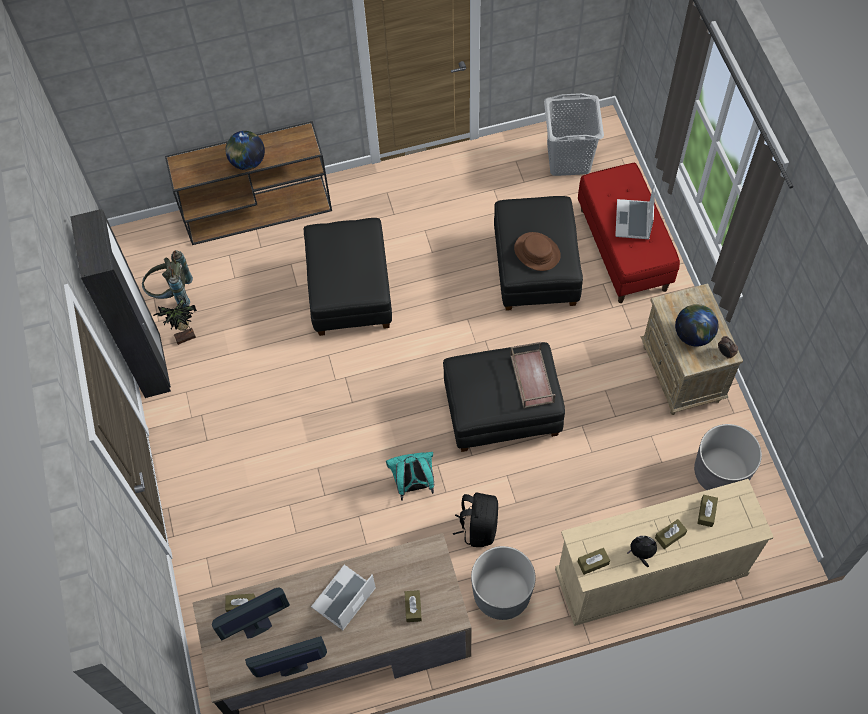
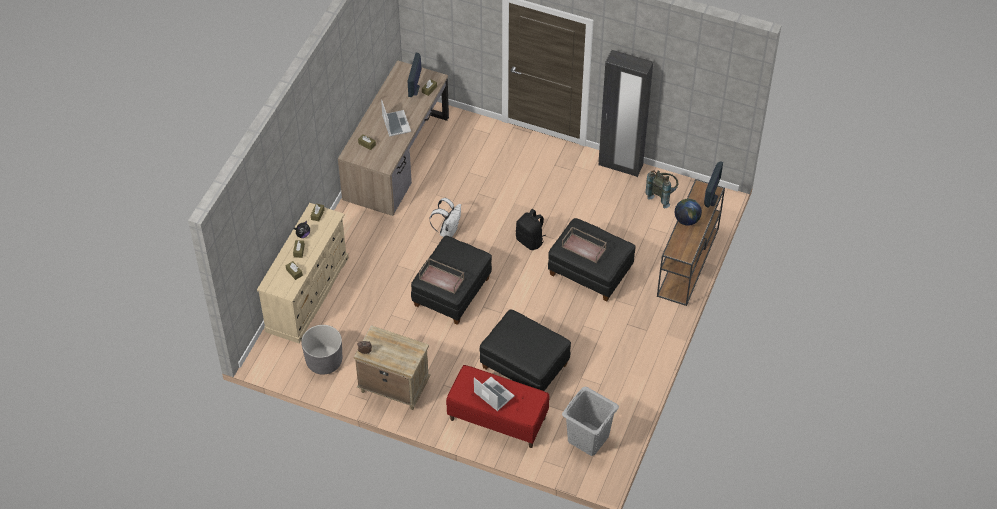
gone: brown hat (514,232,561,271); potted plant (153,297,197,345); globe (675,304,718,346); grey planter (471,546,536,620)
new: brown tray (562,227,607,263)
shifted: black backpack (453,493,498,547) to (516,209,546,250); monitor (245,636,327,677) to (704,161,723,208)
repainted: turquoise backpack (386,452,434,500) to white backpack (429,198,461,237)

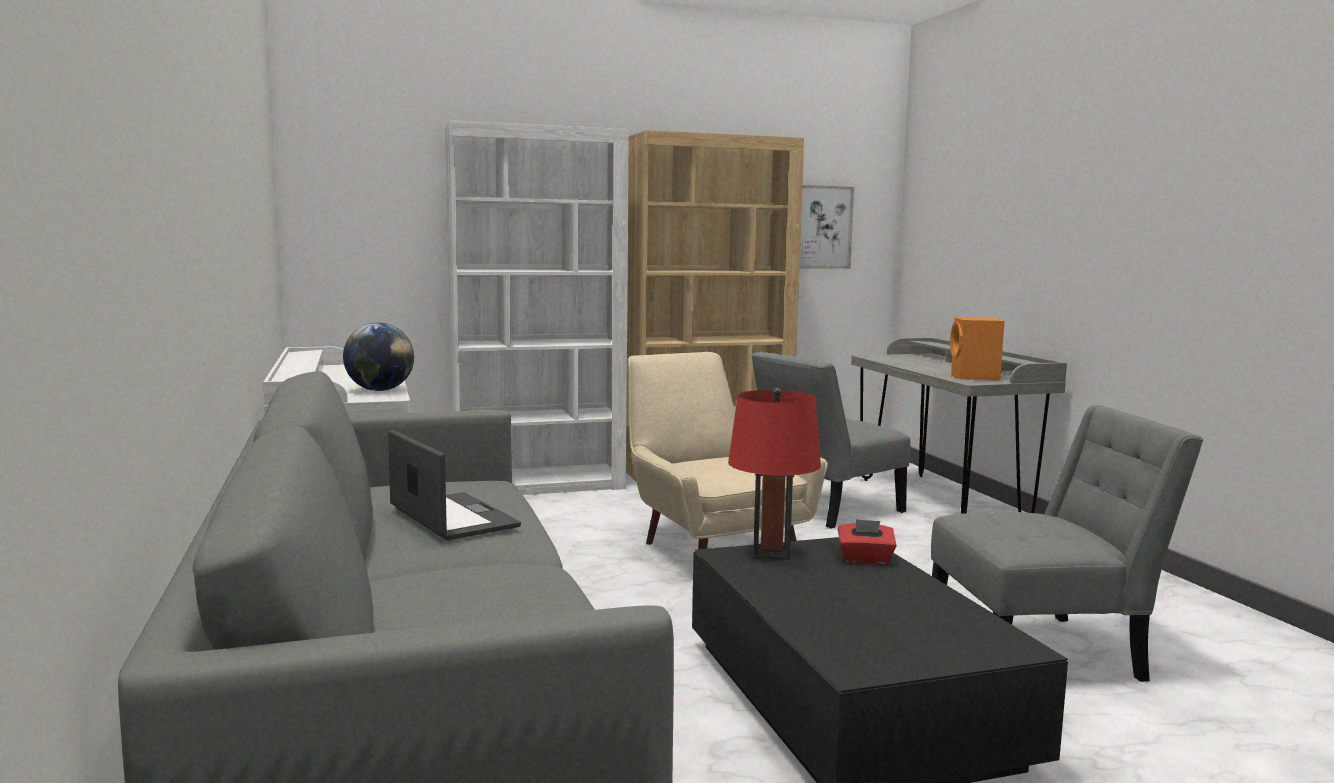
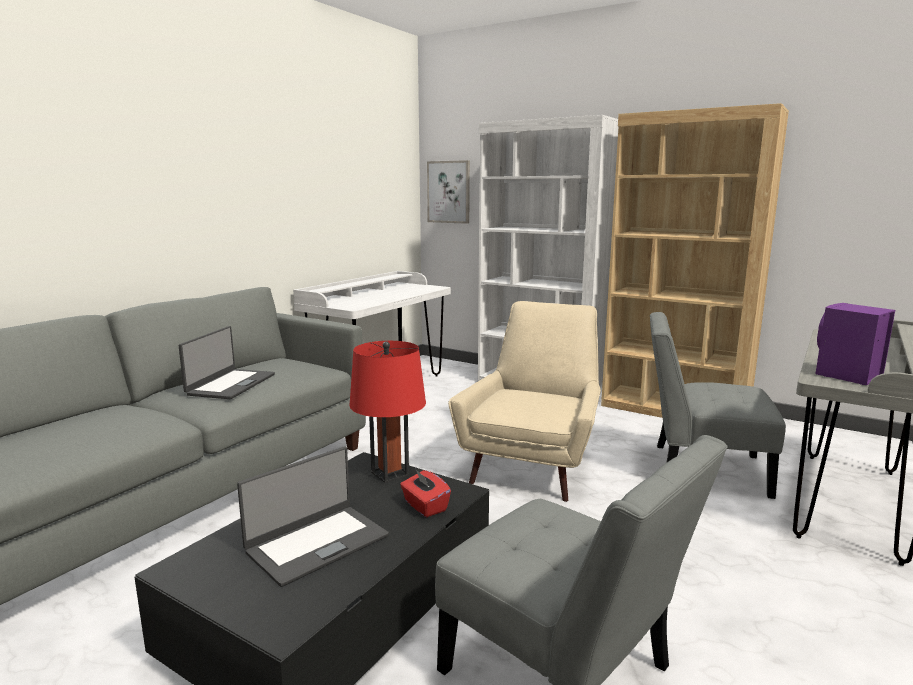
gone: globe (343,323,414,391)
new: laptop (237,447,389,587)
shifted: picture (800,185,854,269) to (427,160,470,224)
repainted: orange speaker (950,317,1005,380) to purple speaker (815,303,895,385)

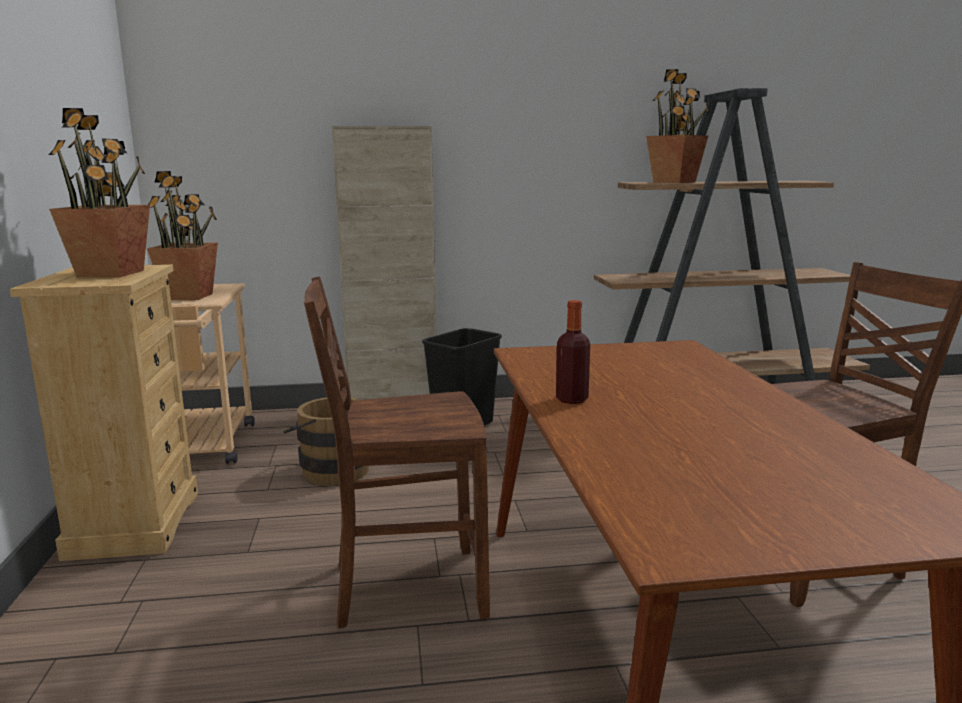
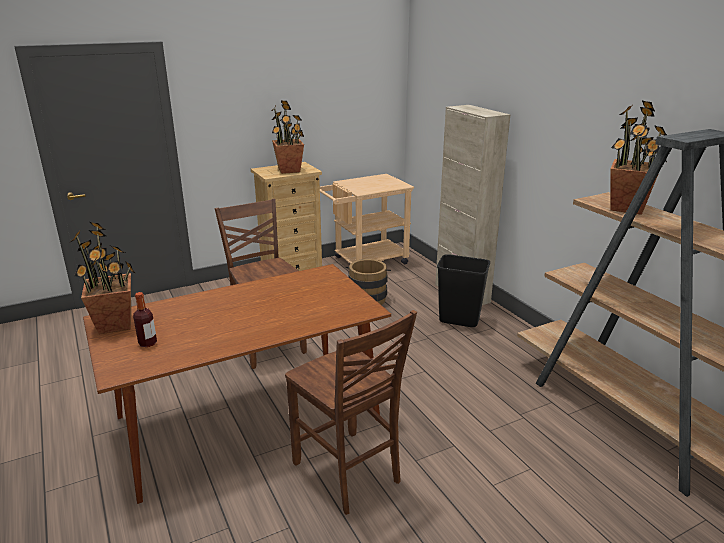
shifted: potted plant (147,171,218,300) to (71,222,135,334); bottle (556,300,590,404) to (133,292,157,347)

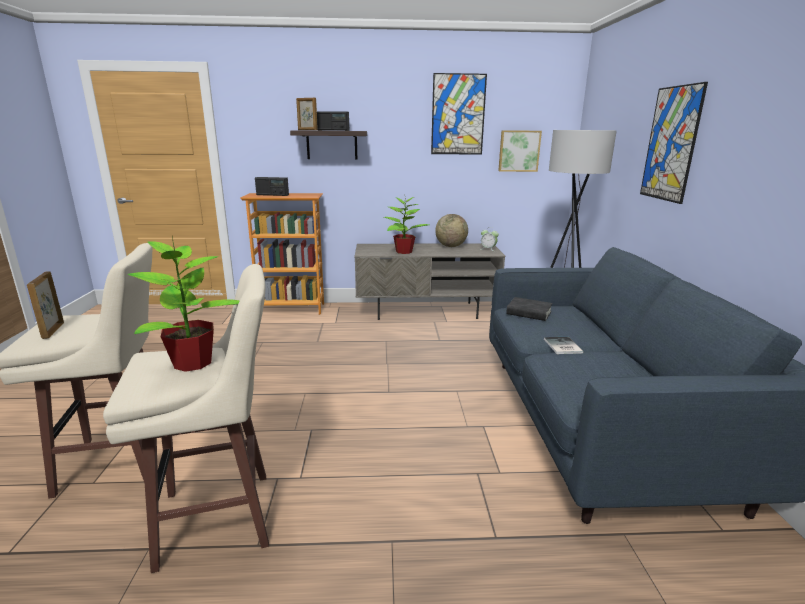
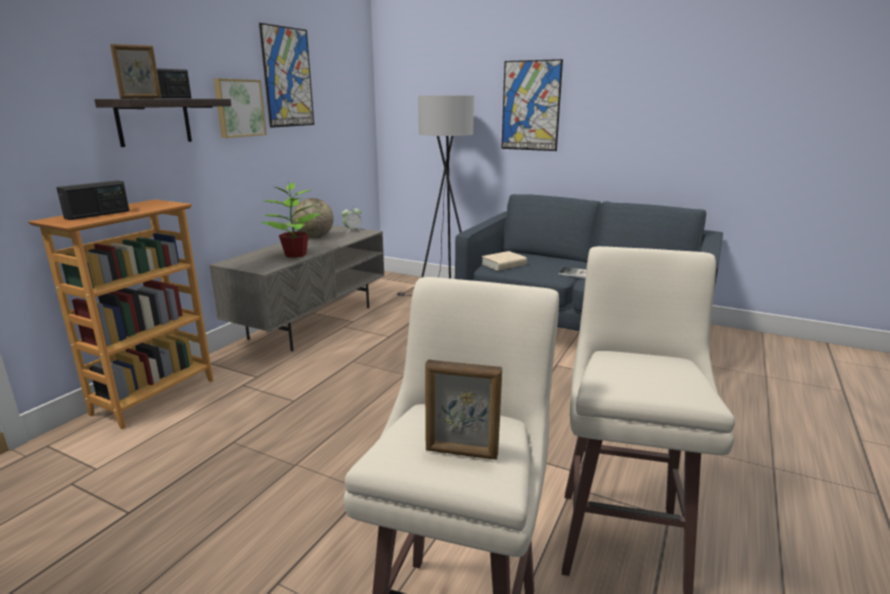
gone: potted plant (127,236,239,372)
shifted: picture (498,130,542,172) to (213,78,267,138)
repainted: black book (506,297,553,321) to beige book (482,251,527,271)

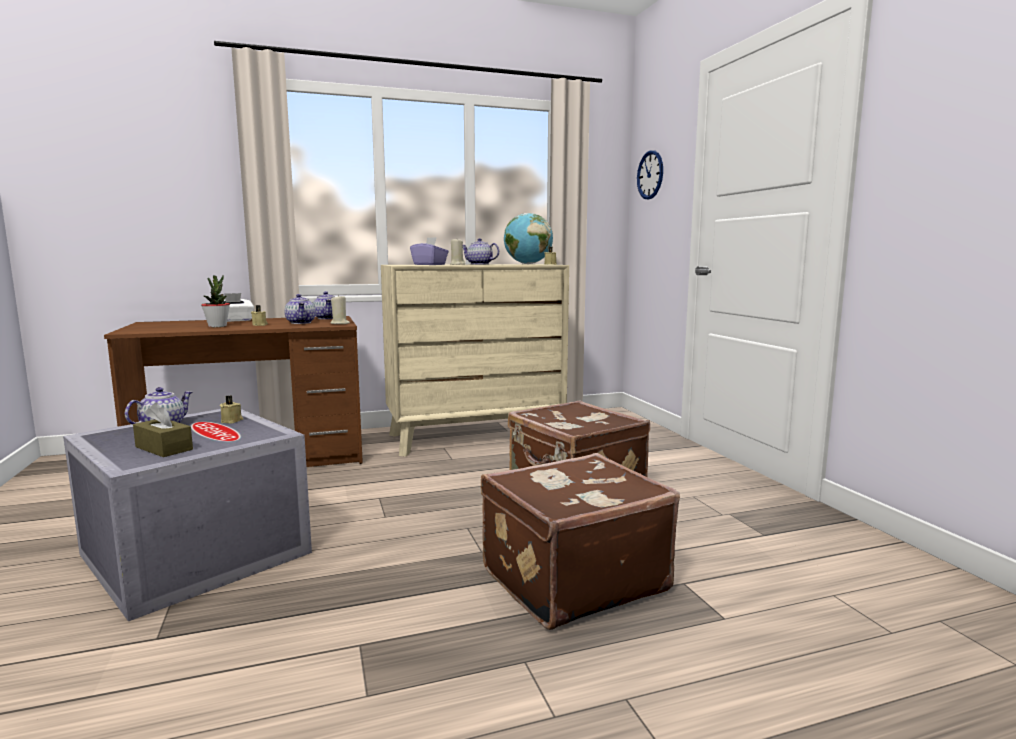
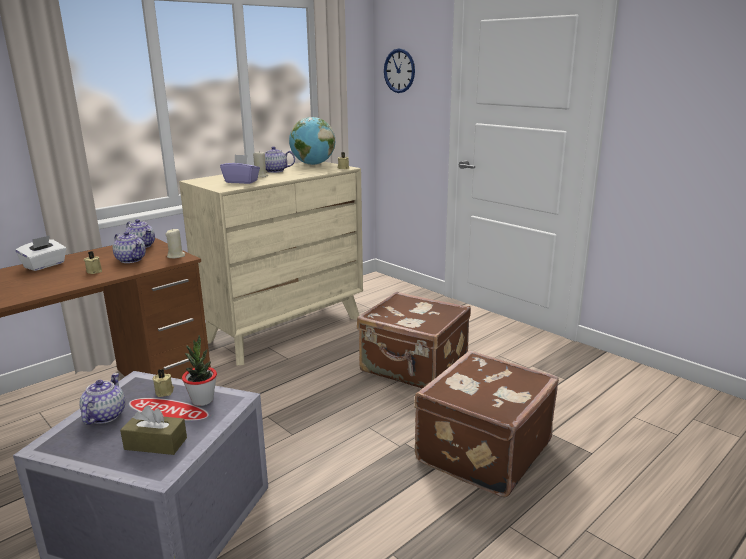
shifted: potted plant (201,275,230,327) to (182,335,217,406)

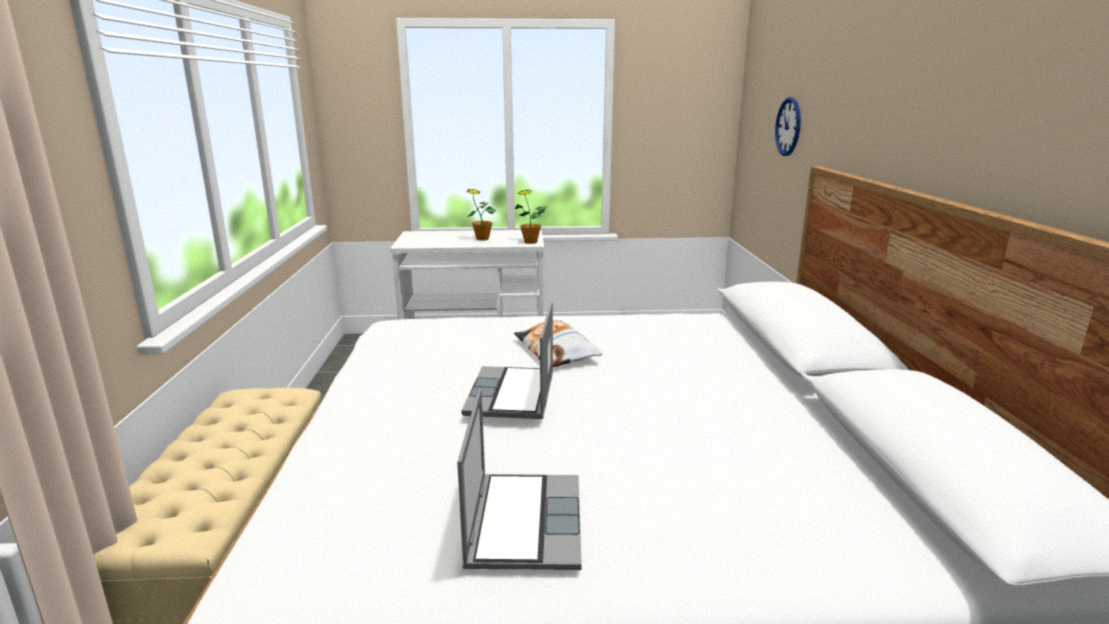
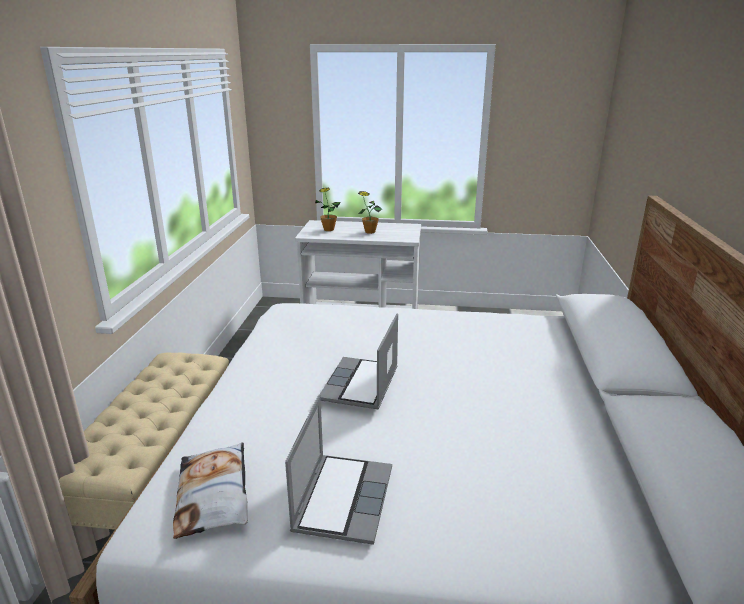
gone: wall clock (775,97,801,156)
shifted: potted plant (515,190,547,244) to (315,188,341,231); pillow (514,320,602,367) to (173,442,248,539)

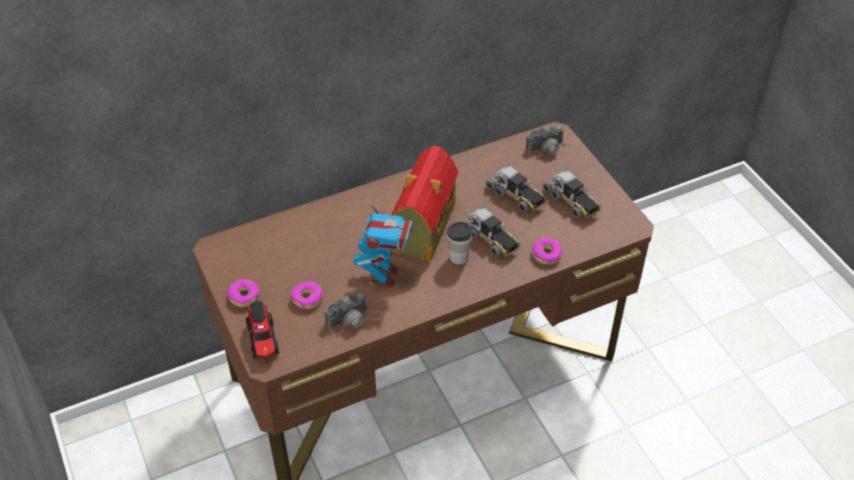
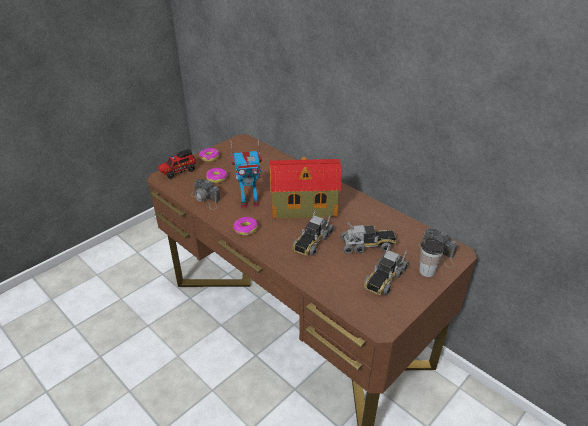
shifted: cup (447,222,473,265) to (419,238,444,277); donut (532,238,563,264) to (233,217,258,235)
rotated: toy truck (485,158,546,212) = (340,222,396,254) 120 degrees counterclockwise

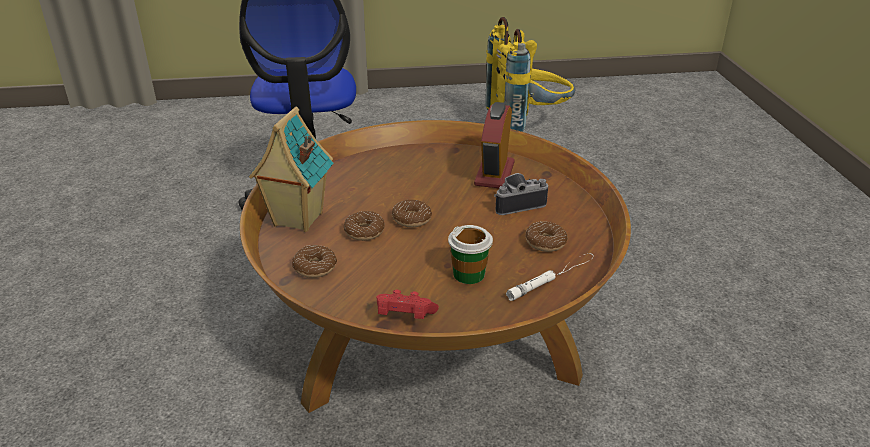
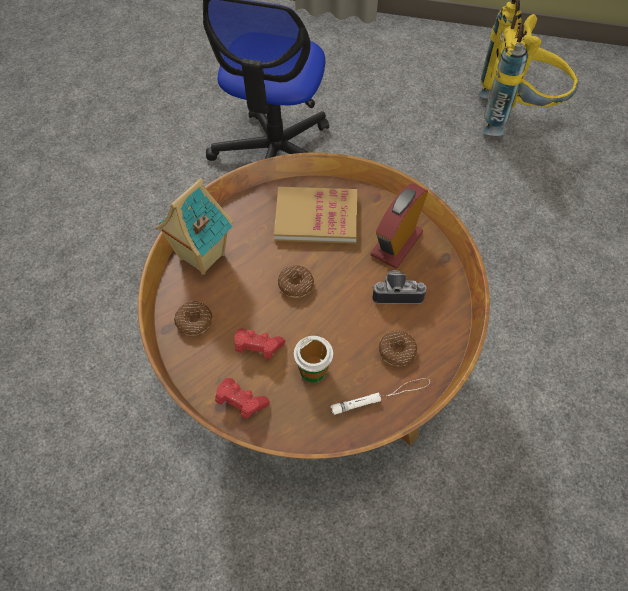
gone: donut (344,211,385,241)
new: book (274,187,357,244); red game controller (234,329,285,359)

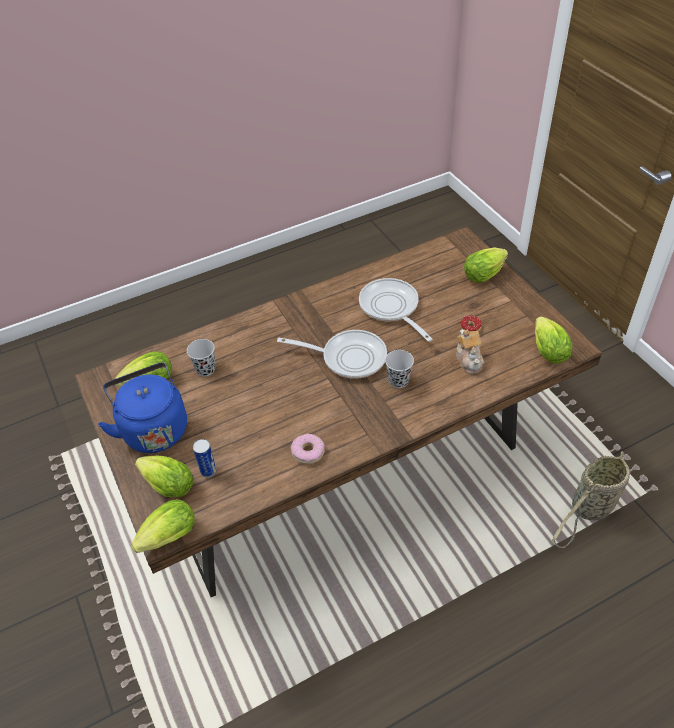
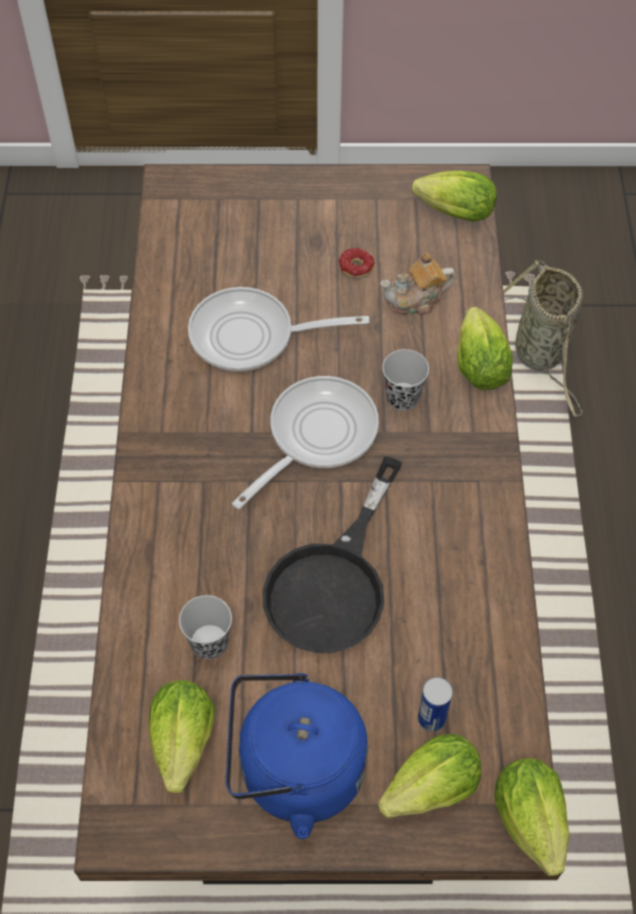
gone: donut (291,434,325,464)
new: black frying pan (263,456,402,653)
shifted: lettuce (464,247,508,283) to (457,307,513,390)
rotated: teapot (456,330,484,374) = (380,252,455,315) 150 degrees clockwise

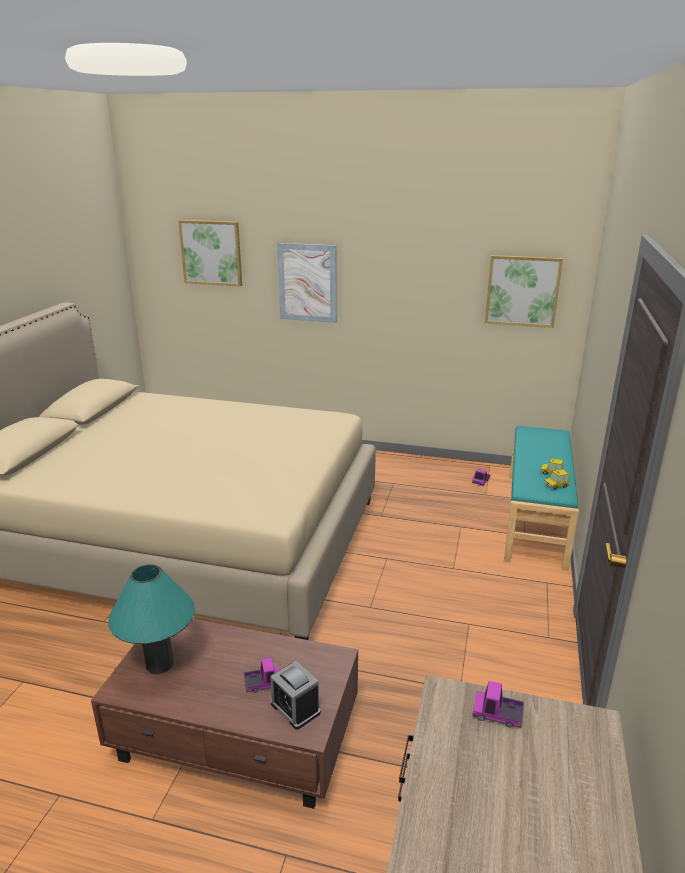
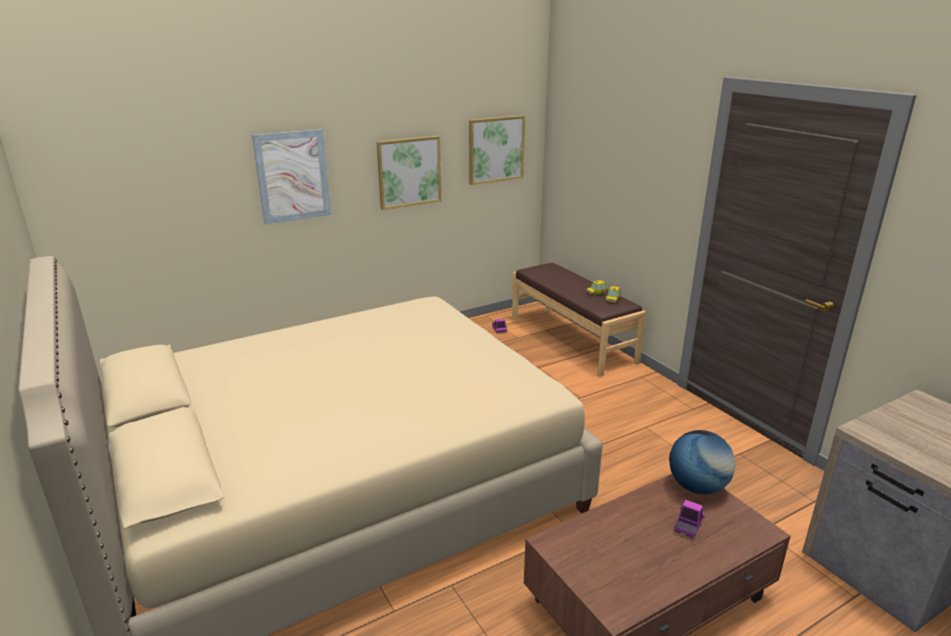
gone: turquoise table lamp (108,564,195,674); alarm clock (270,661,321,730); toy truck (473,681,524,728)
new: globe (669,430,736,494)
shifted: picture (178,220,242,287) to (377,136,441,210)
repainted: turquoise bench (504,426,579,571) to brown bench (512,263,646,377)

